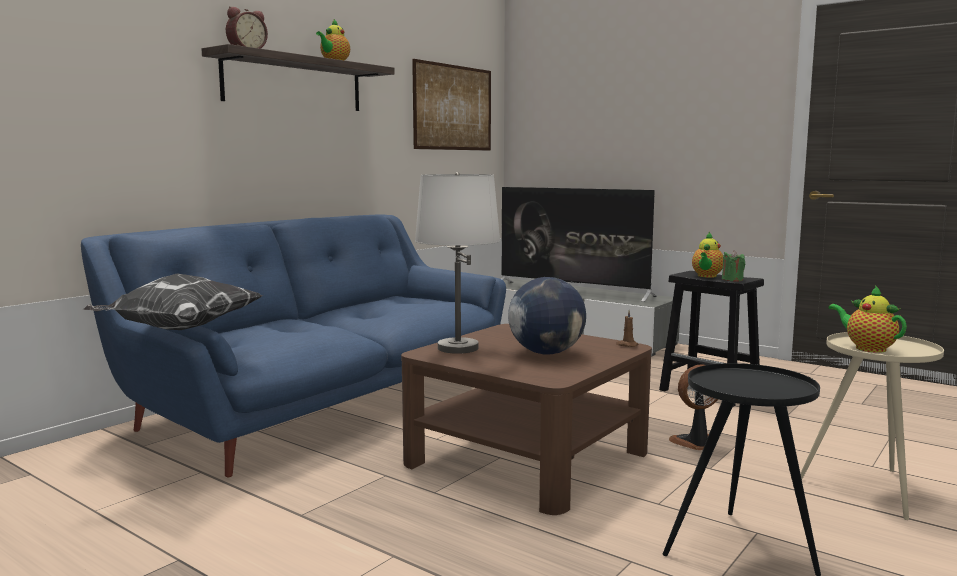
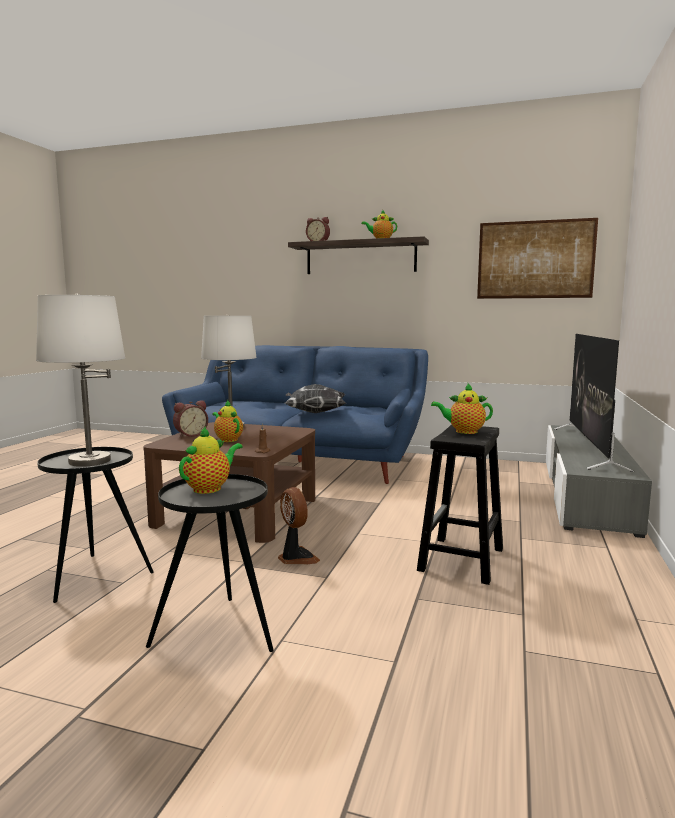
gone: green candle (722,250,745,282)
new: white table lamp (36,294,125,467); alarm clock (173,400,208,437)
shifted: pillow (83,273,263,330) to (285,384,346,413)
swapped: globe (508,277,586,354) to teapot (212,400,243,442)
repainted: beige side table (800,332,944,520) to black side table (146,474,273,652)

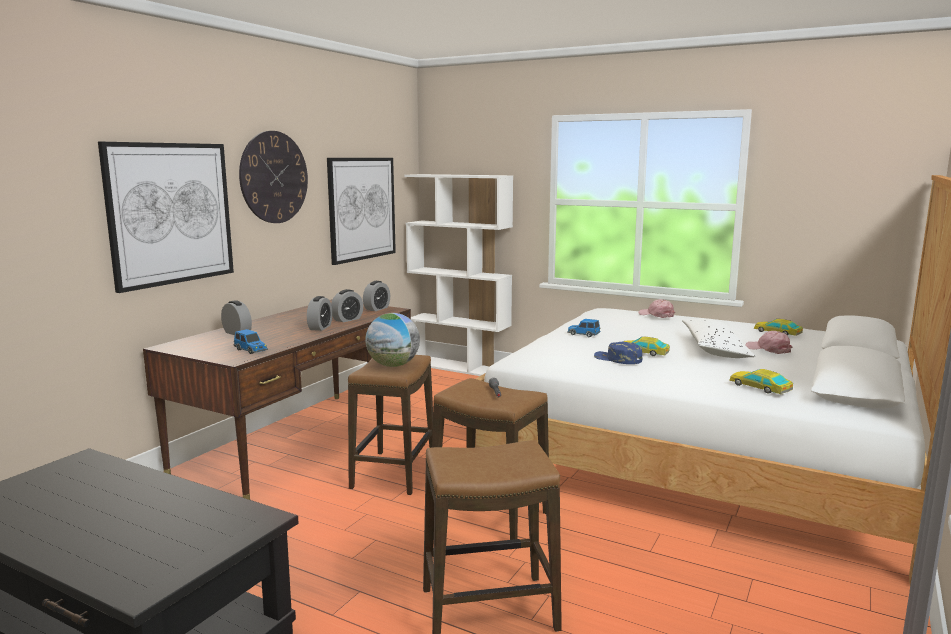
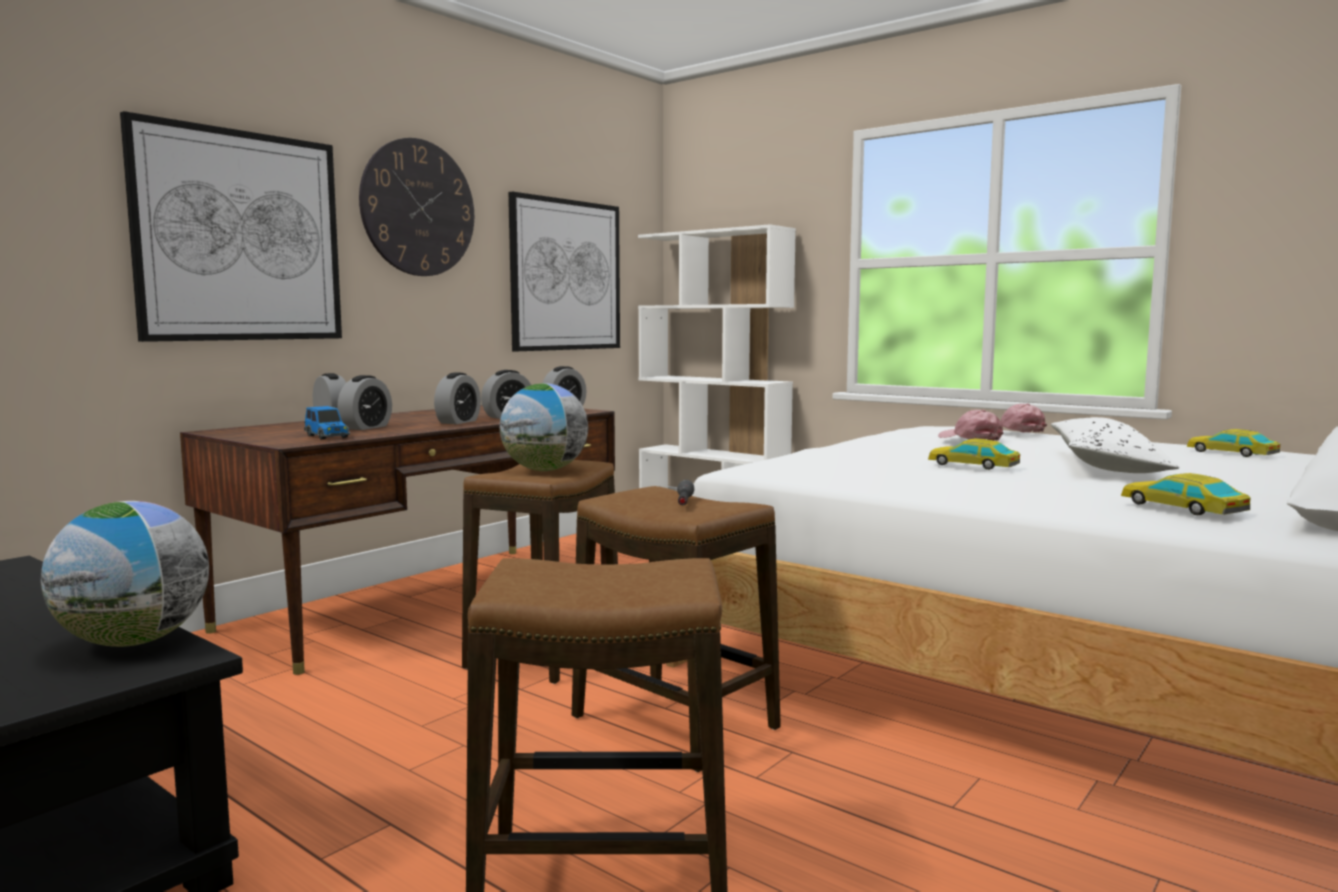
gone: toy car (567,319,600,337); blue cap (594,342,642,364)
new: alarm clock (337,375,392,430); globe (41,501,209,647)
shifted: pink cap (745,331,792,354) to (938,410,1003,441)

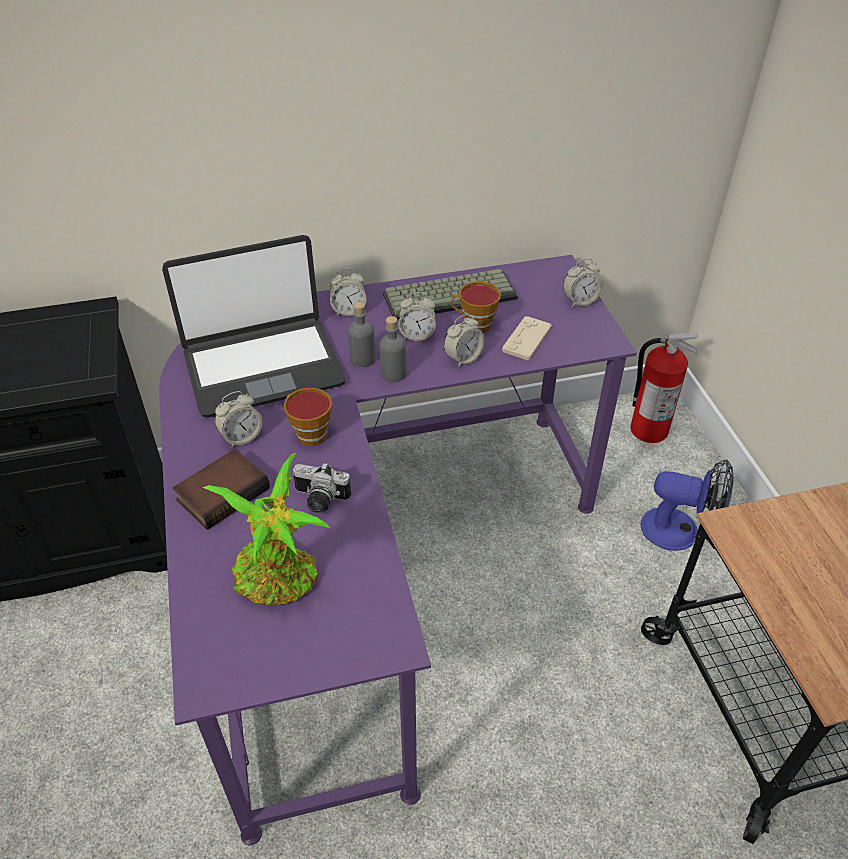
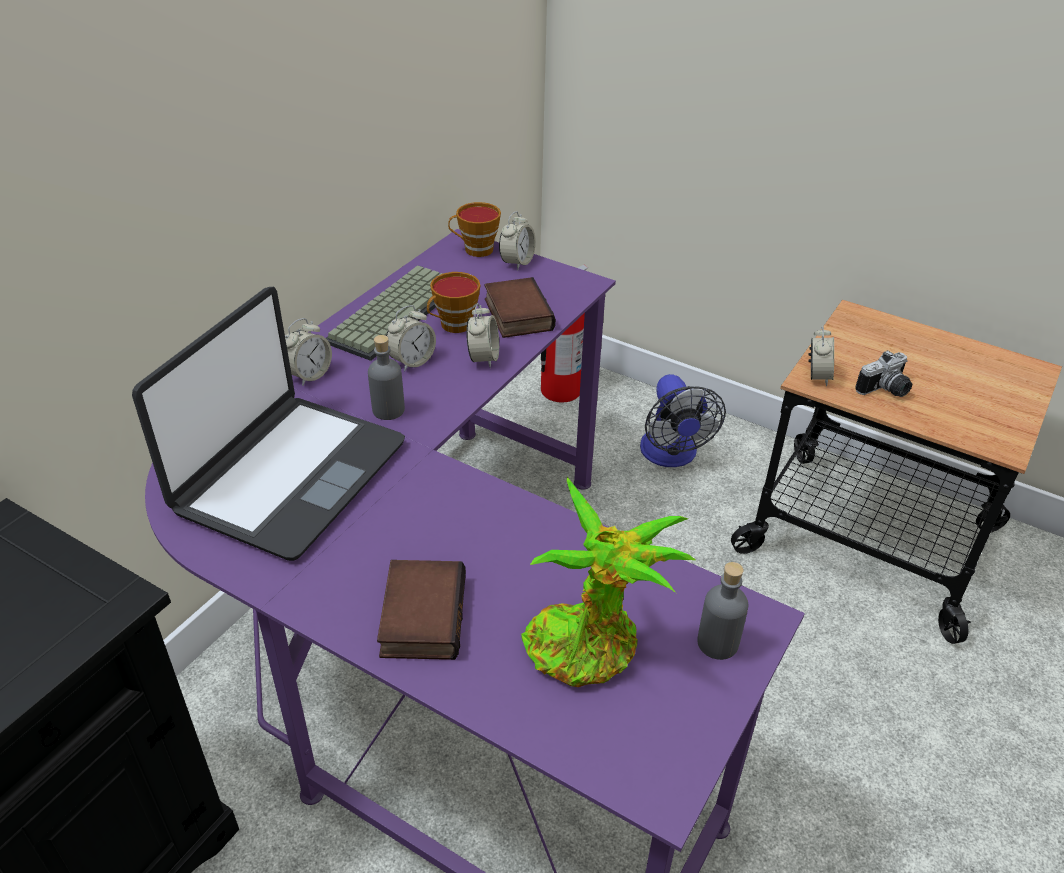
shifted: grey bottle (379,316,407,382) to (697,562,748,660); cup (284,388,332,446) to (448,202,501,257); alarm clock (215,391,262,448) to (808,325,834,386); photo camera (293,463,351,513) to (855,350,912,397)
swapped: beige game controller (502,316,552,360) to book (484,277,556,338)
rotated: fan (641,459,734,551) = (640,374,726,467) 105 degrees clockwise

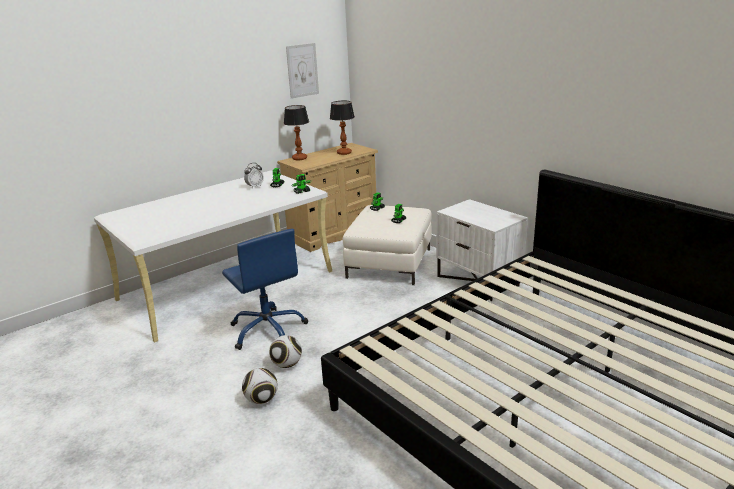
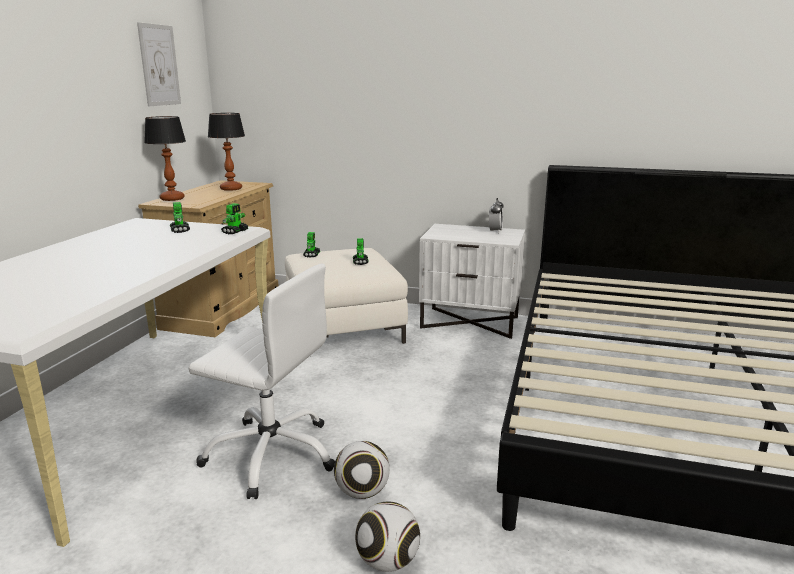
shifted: alarm clock (244,163,264,189) to (489,198,504,233)
repainted: blue office chair (222,229,308,350) to white office chair (189,264,335,499)

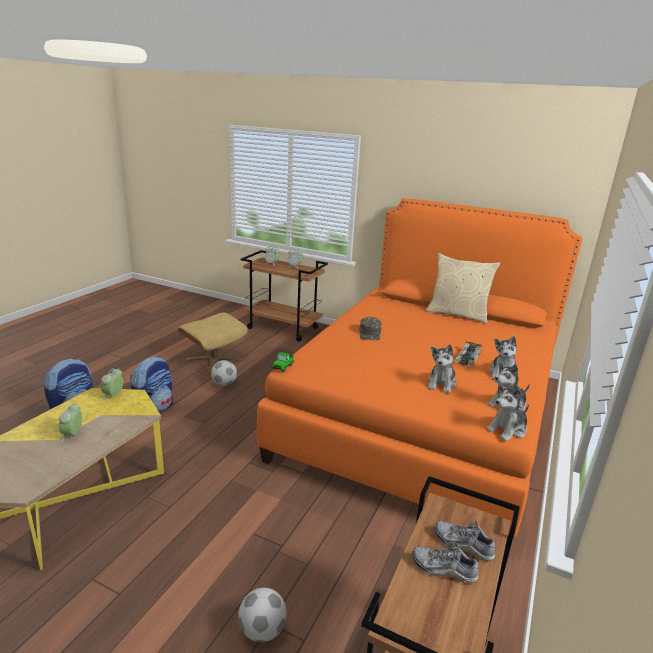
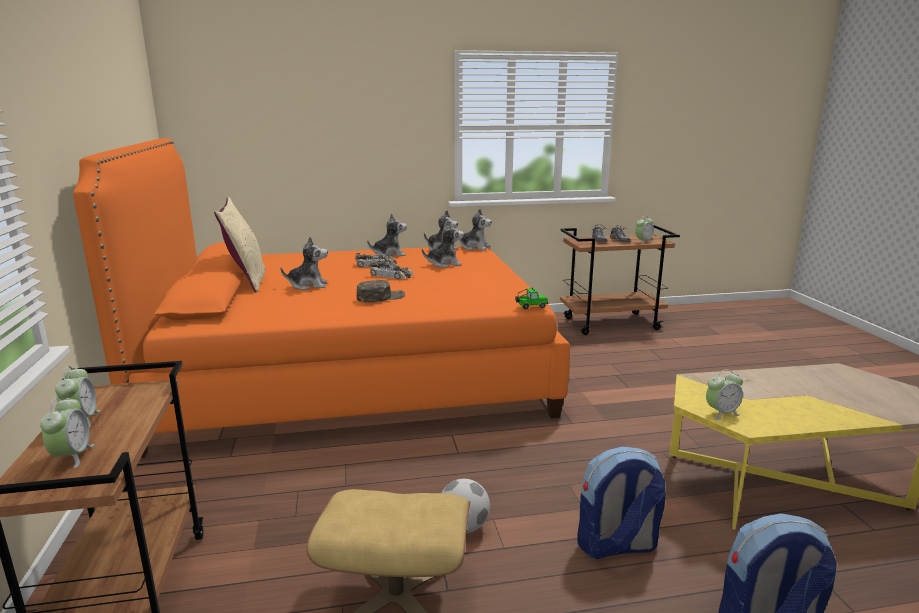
gone: football (238,588,287,642)
new: plush toy (280,237,328,290); toy car (369,260,414,279)
shifted: alarm clock (59,404,82,442) to (635,217,654,244)

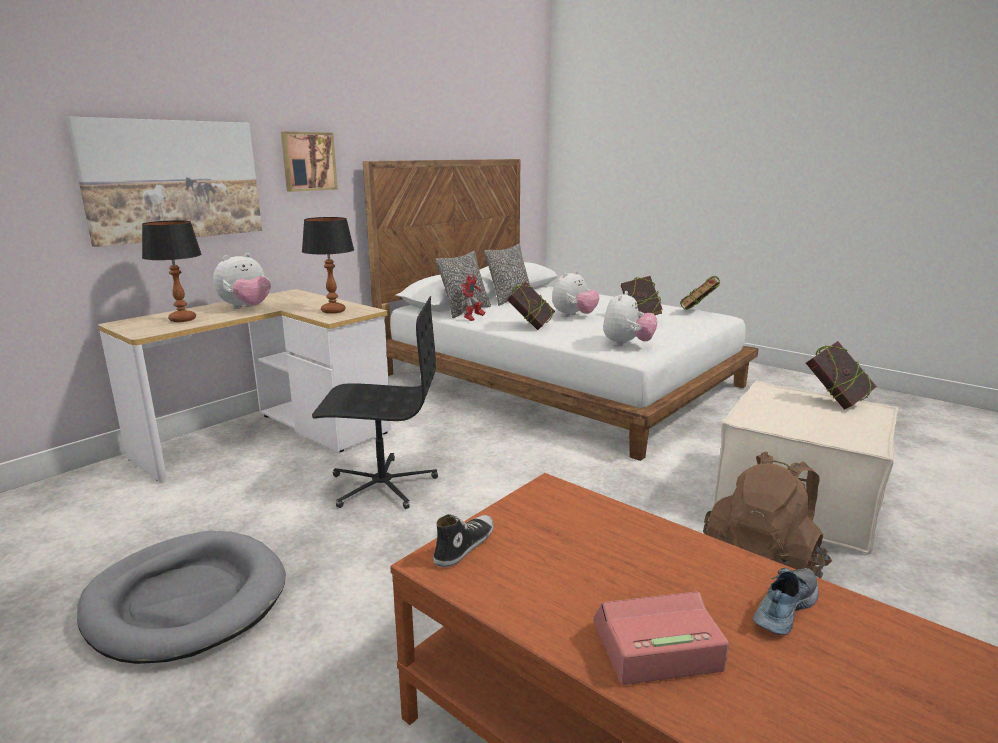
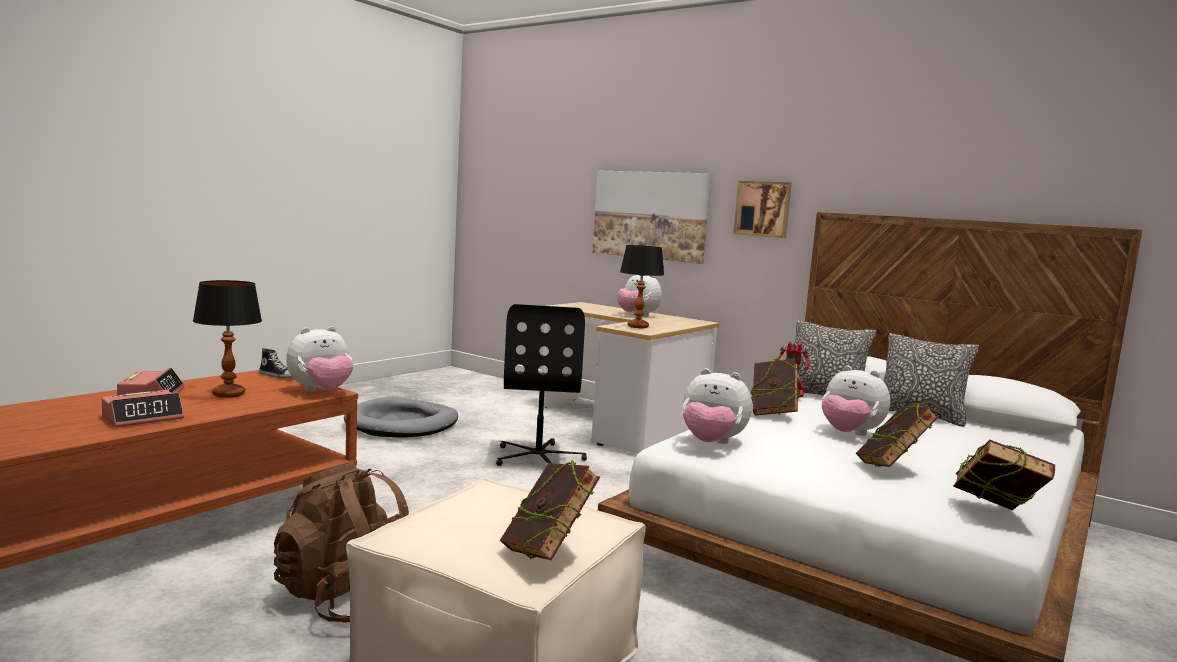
new: plush toy (286,326,353,392)
shifted: table lamp (142,220,202,322) to (193,280,262,398)
swapped: shoe (753,568,818,635) to alarm clock (102,390,184,427)

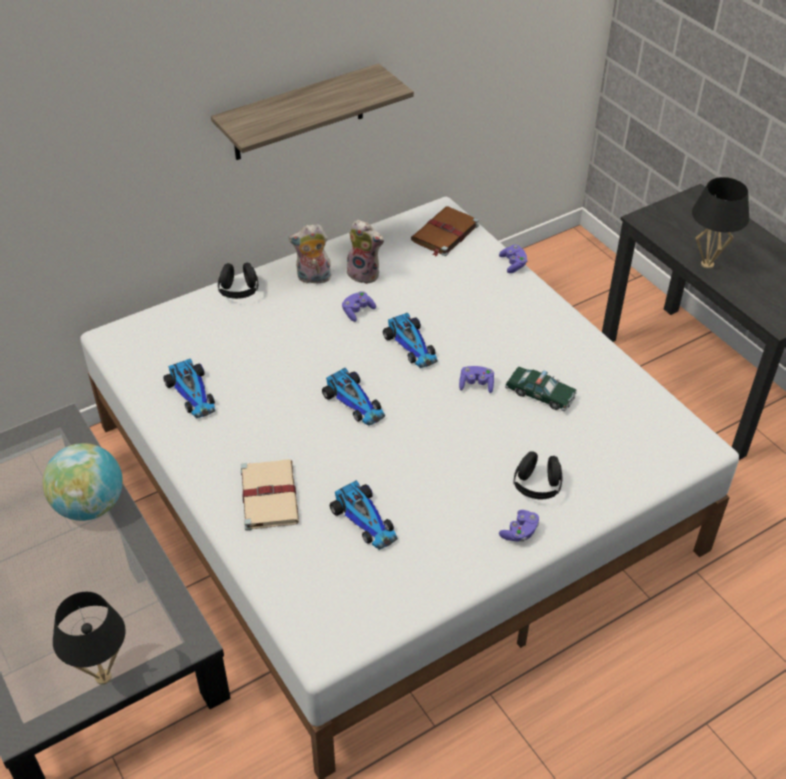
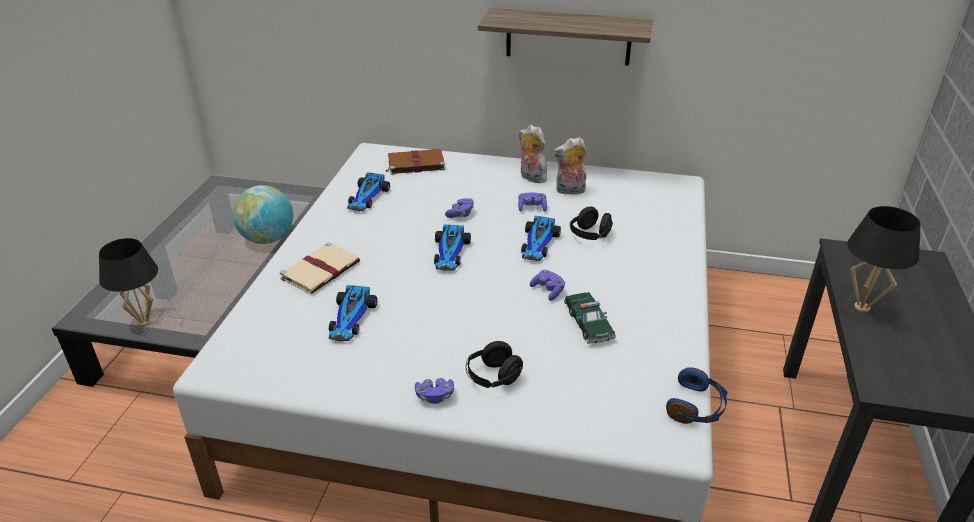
new: blue headphones (666,367,728,424)
shifted: brown book (411,206,479,257) to (385,149,445,175); purple game controller (499,245,527,273) to (445,198,474,218); black headphones (218,263,258,299) to (570,207,613,240)
rotated: plush toy (347,220,384,284) = (553,137,587,195) 105 degrees clockwise

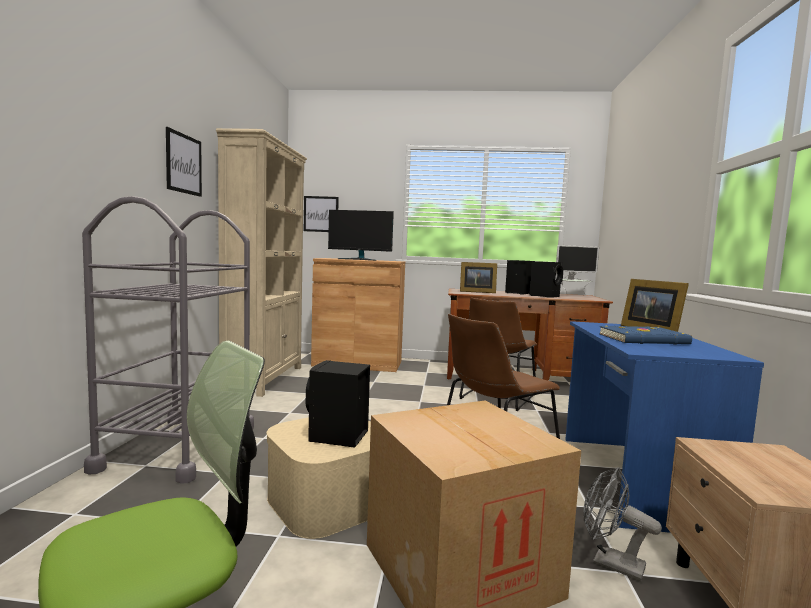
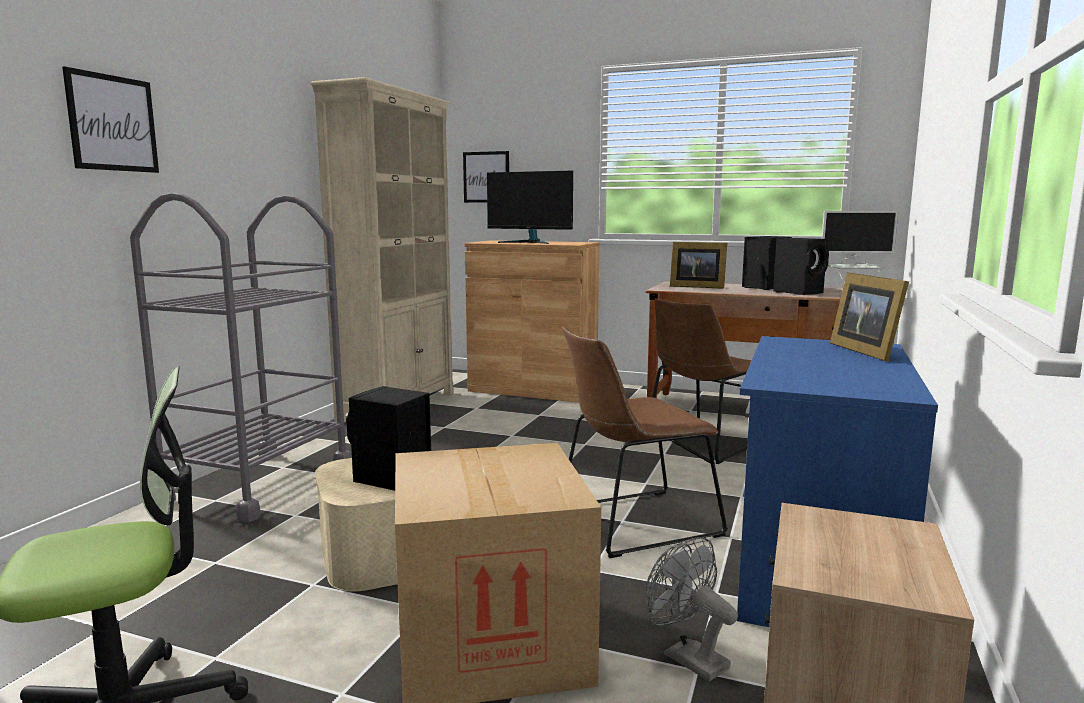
gone: blue book (599,325,692,345)
shifted: picture (166,127,202,197) to (62,66,159,173)

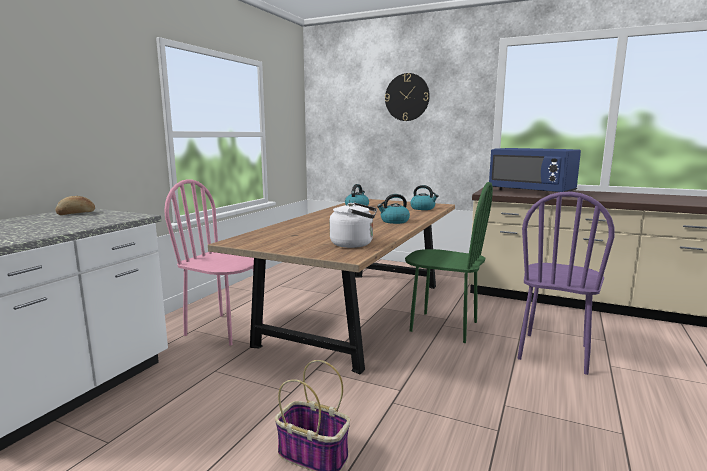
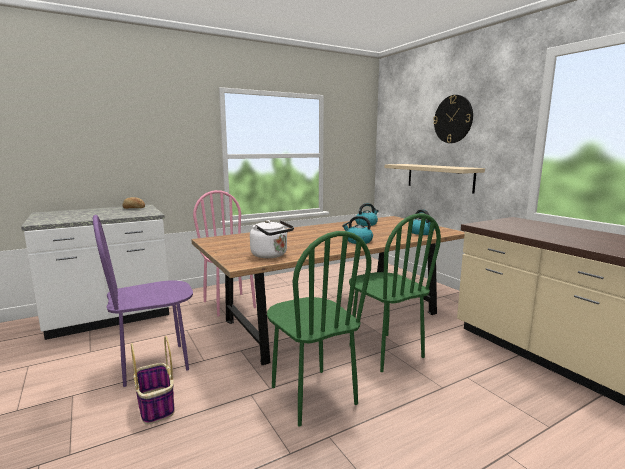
gone: blue microwave (489,148,581,192)
new: beige shelf (385,164,485,193); green chair (267,231,371,426)
shifted: purple chair (518,192,615,375) to (93,215,193,387)

